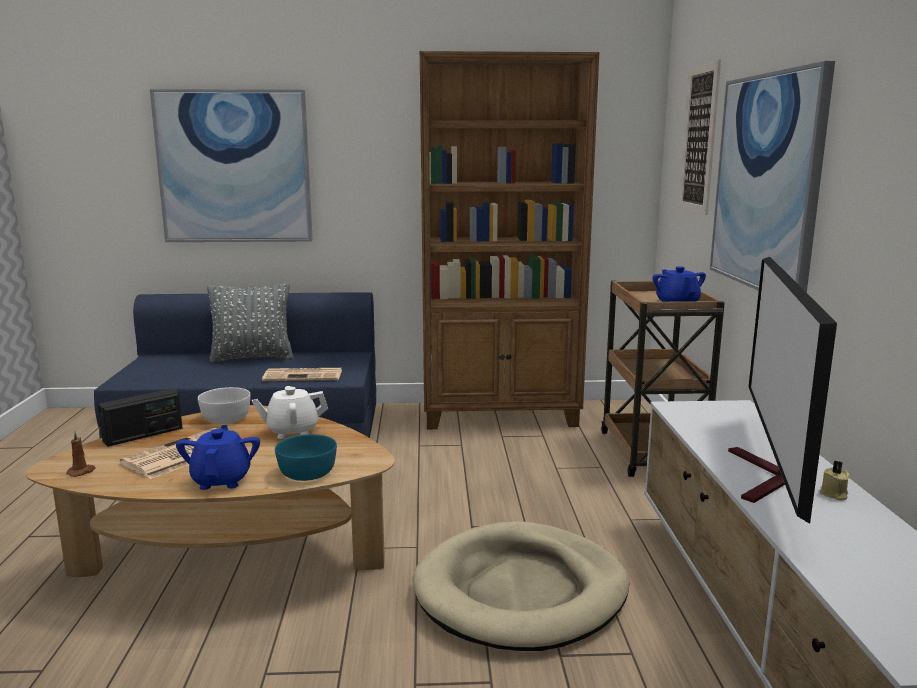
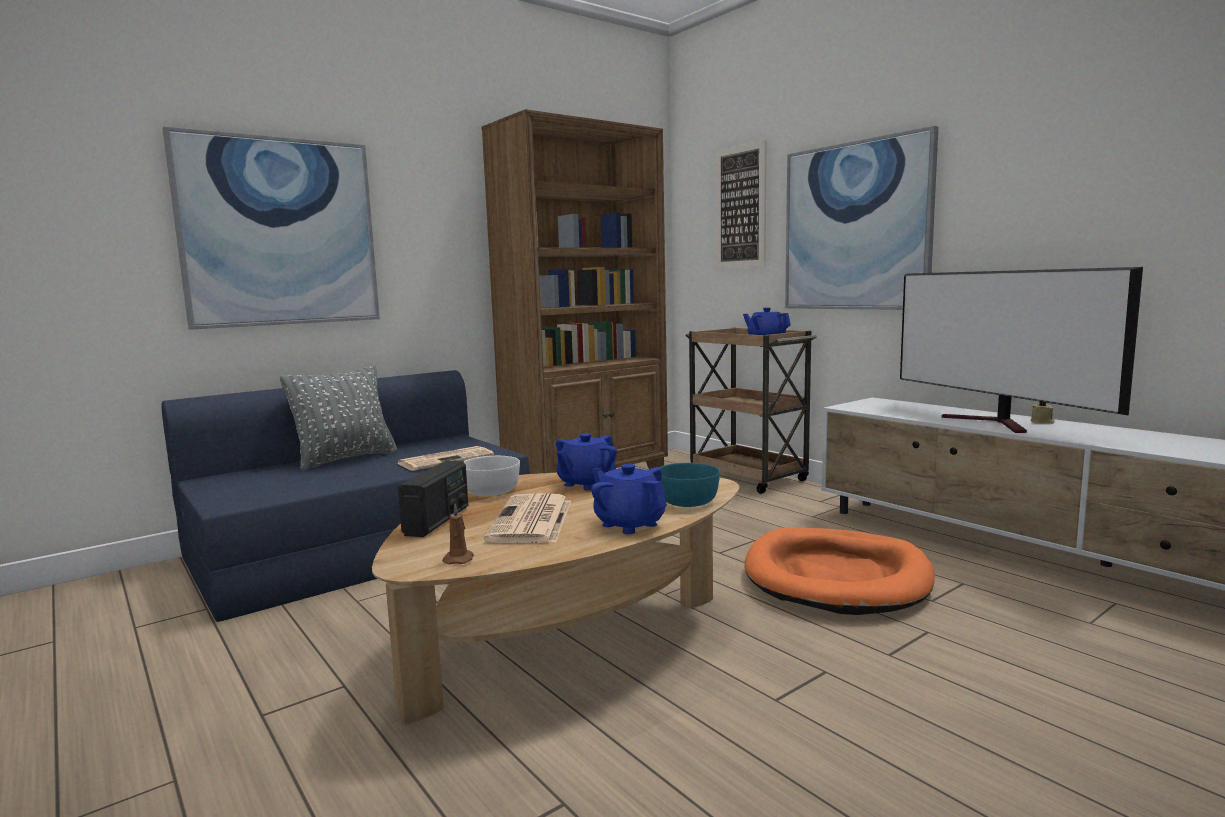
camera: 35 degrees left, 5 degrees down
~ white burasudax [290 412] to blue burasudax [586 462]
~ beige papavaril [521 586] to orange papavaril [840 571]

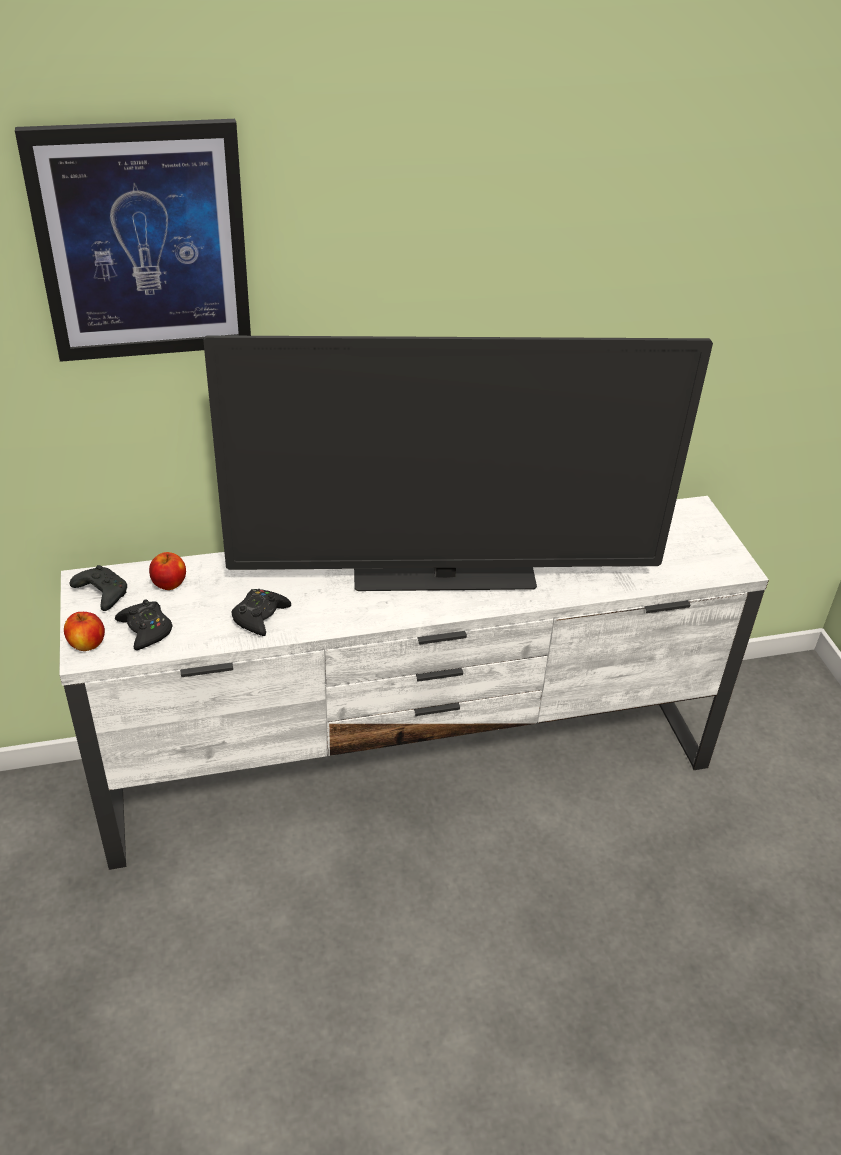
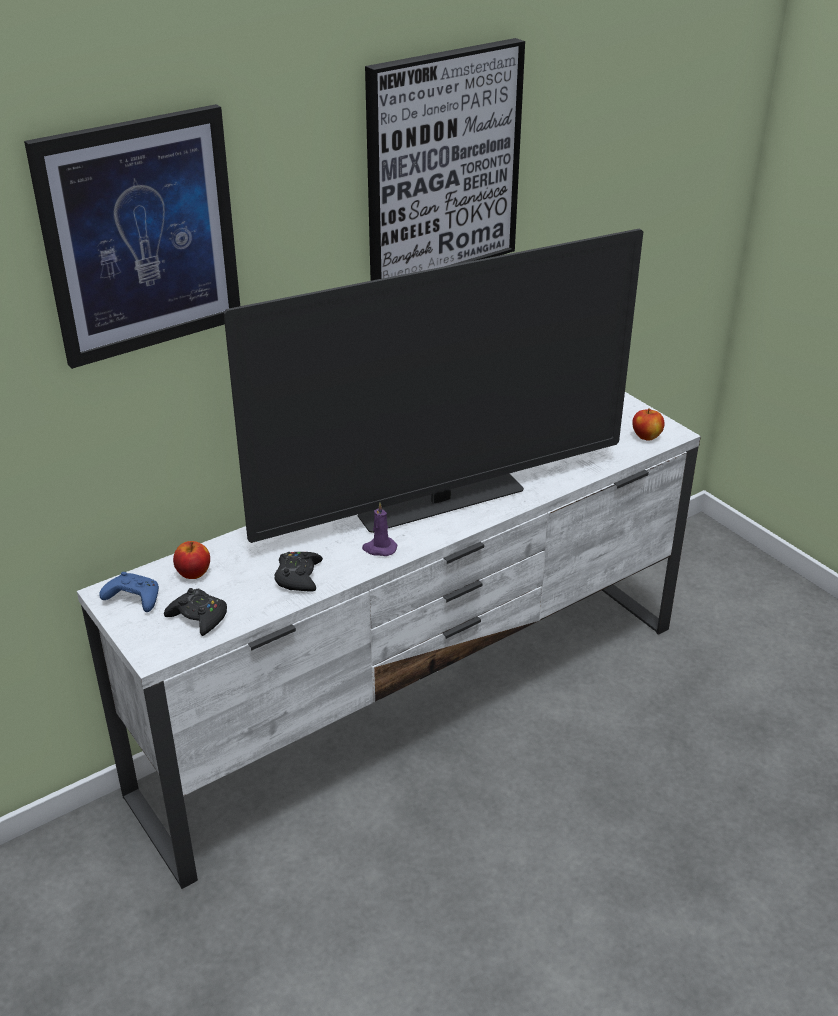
camera: 20 degrees left, 5 degrees down
~ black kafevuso [98 588] to blue kafevuso [129 592]
+ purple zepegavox [379 529]
+ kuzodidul [445 159]
~ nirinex [84 631] to [648 424]

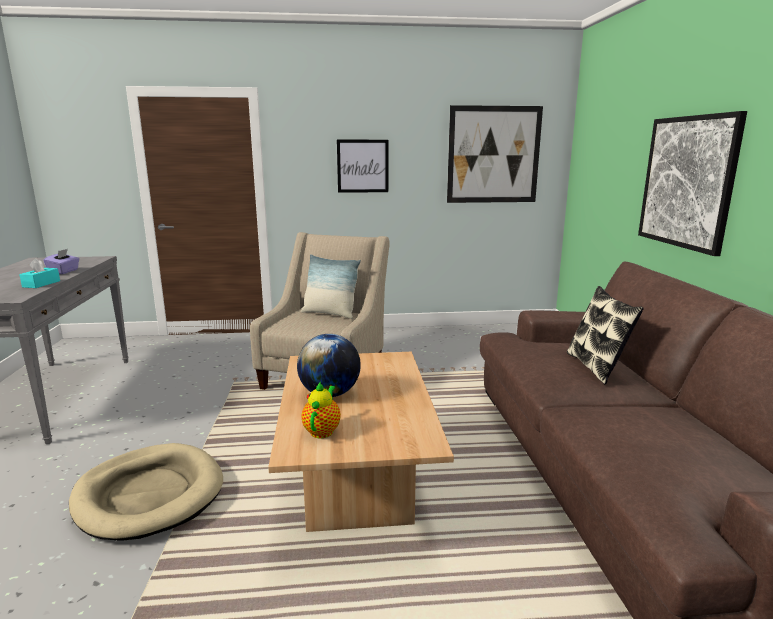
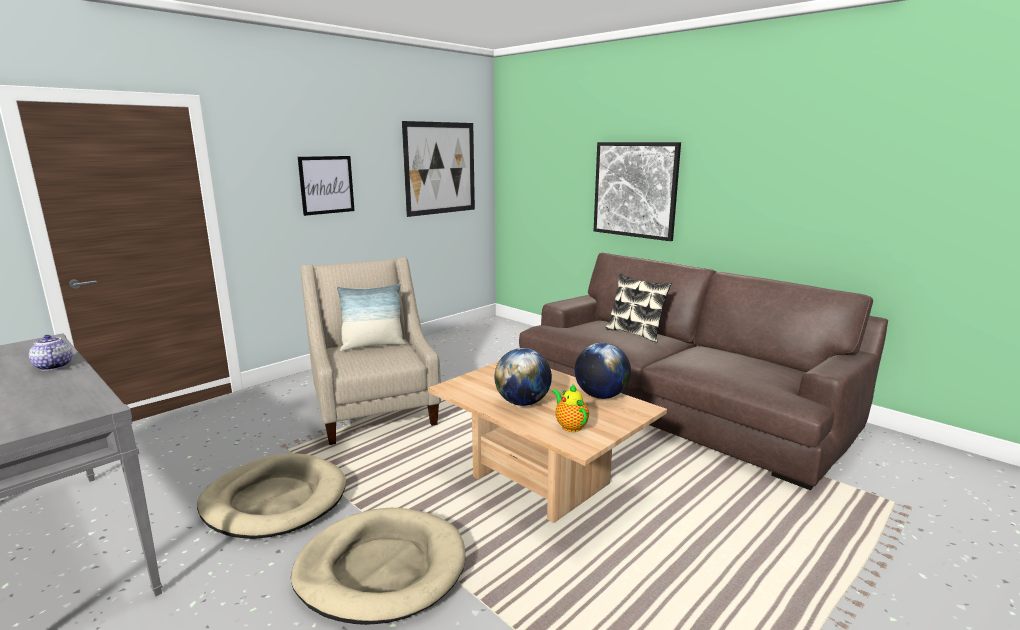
camera: 40 degrees left, 0 degrees up
~ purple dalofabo [61 261] to burasudax [51 353]
+ beige papavaril [271 496]
+ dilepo [603 371]
- turquoise dalofabo [39 273]

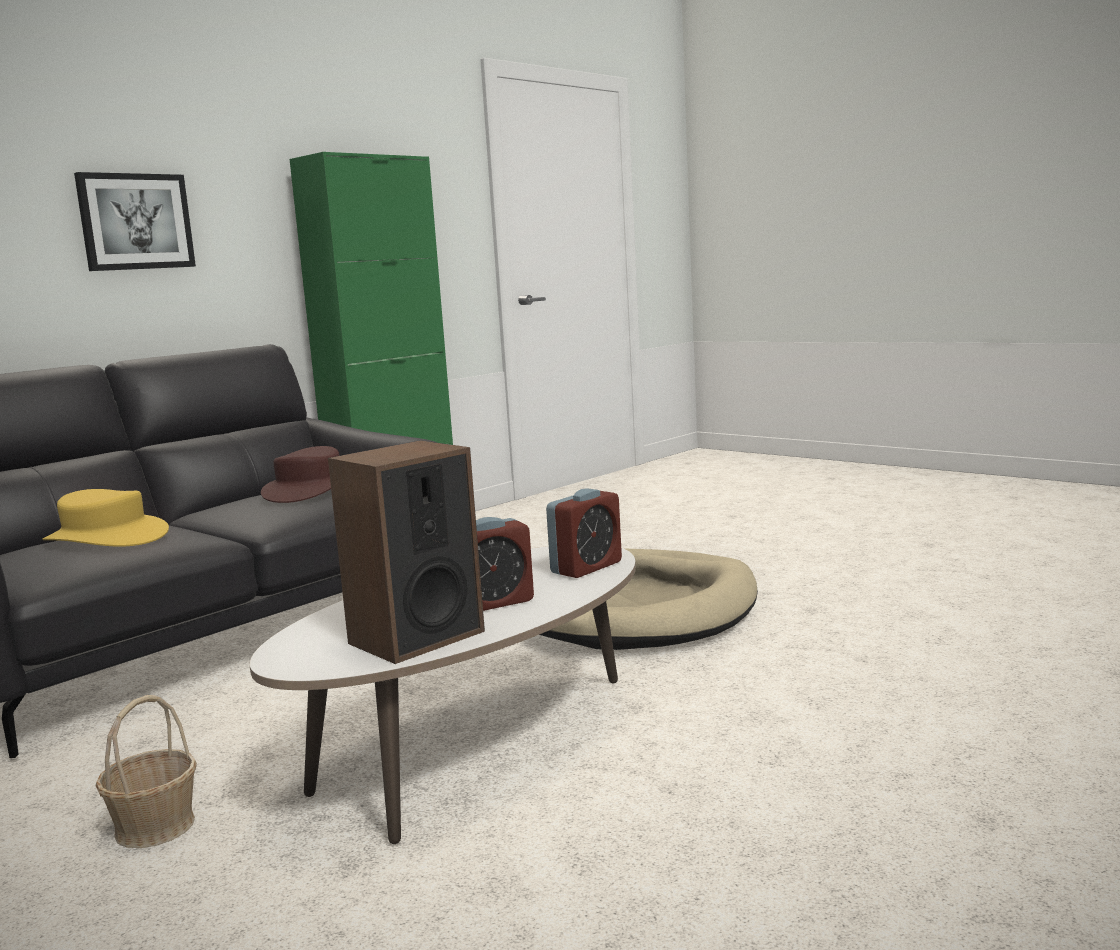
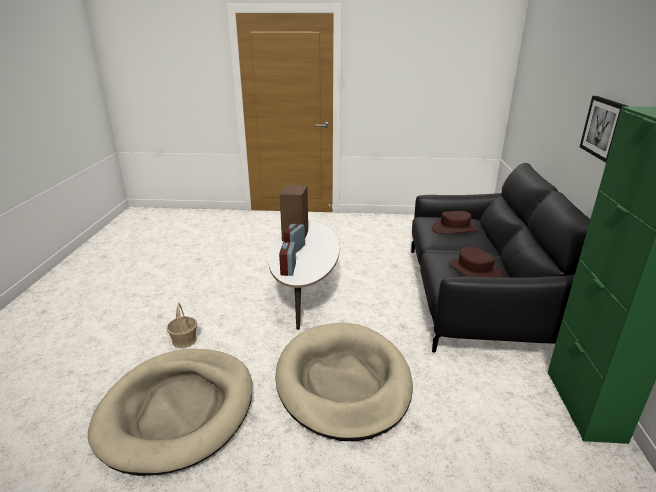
camera: 140 degrees right, 15 degrees up
+ beige papavaril [170 412]
~ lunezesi [146 771] to [181 325]
~ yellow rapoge [105 518] to brown rapoge [454 222]

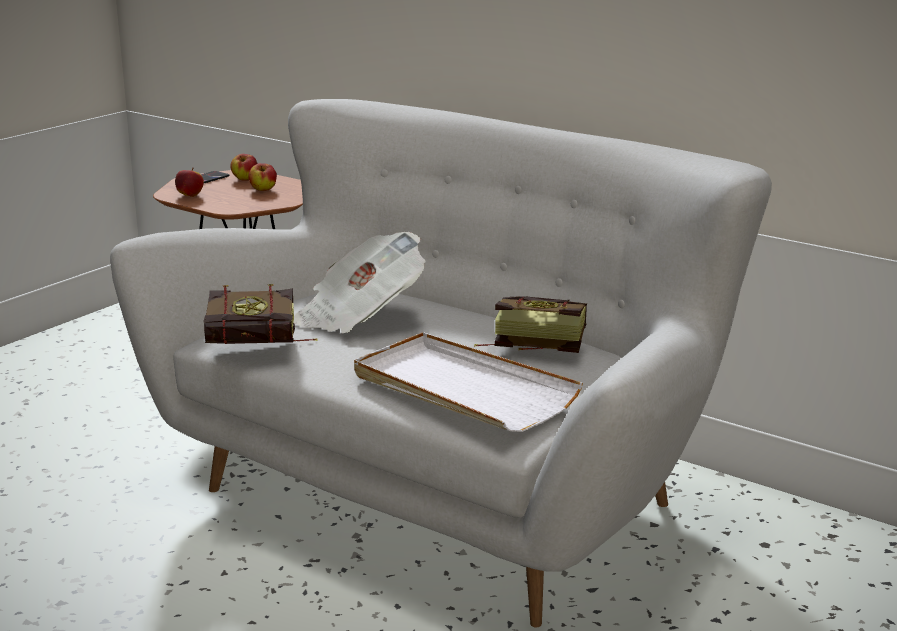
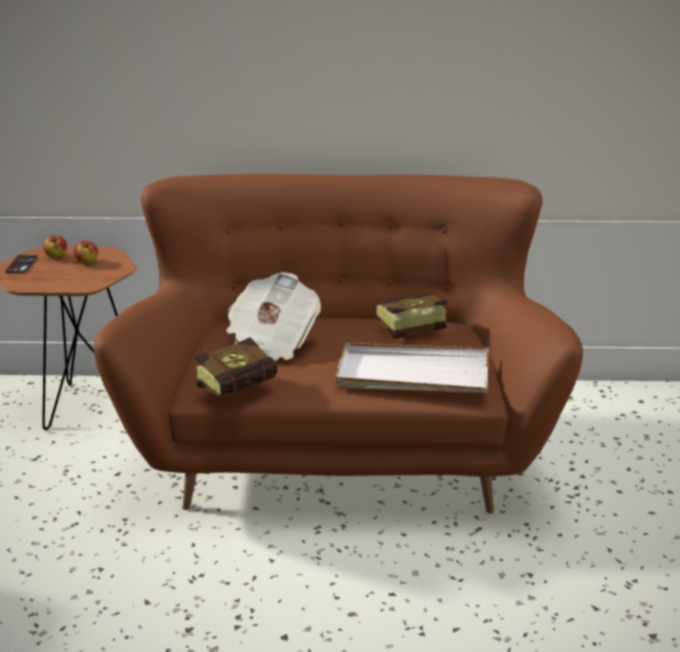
camera: 35 degrees left, 5 degrees up
~ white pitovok [441 363] to brown pitovok [338 344]
- nirinex [189 182]

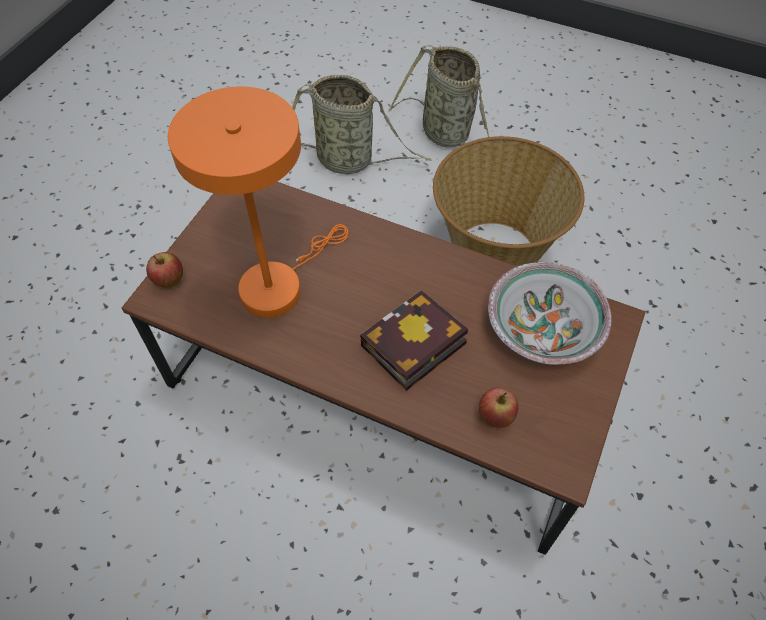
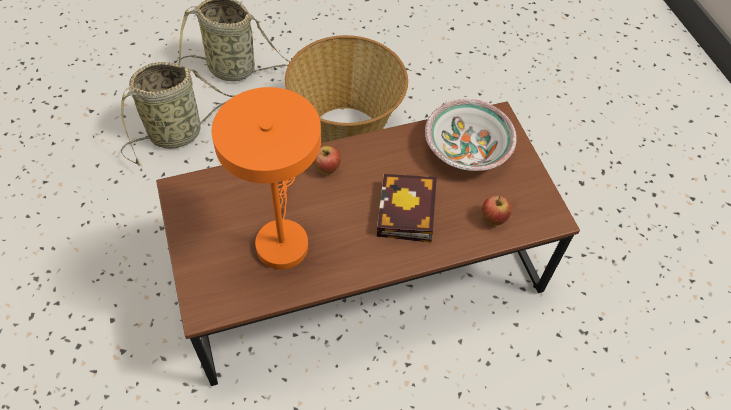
camera: 45 degrees left, 0 degrees up
~ nirinex [164 270] to [327 160]

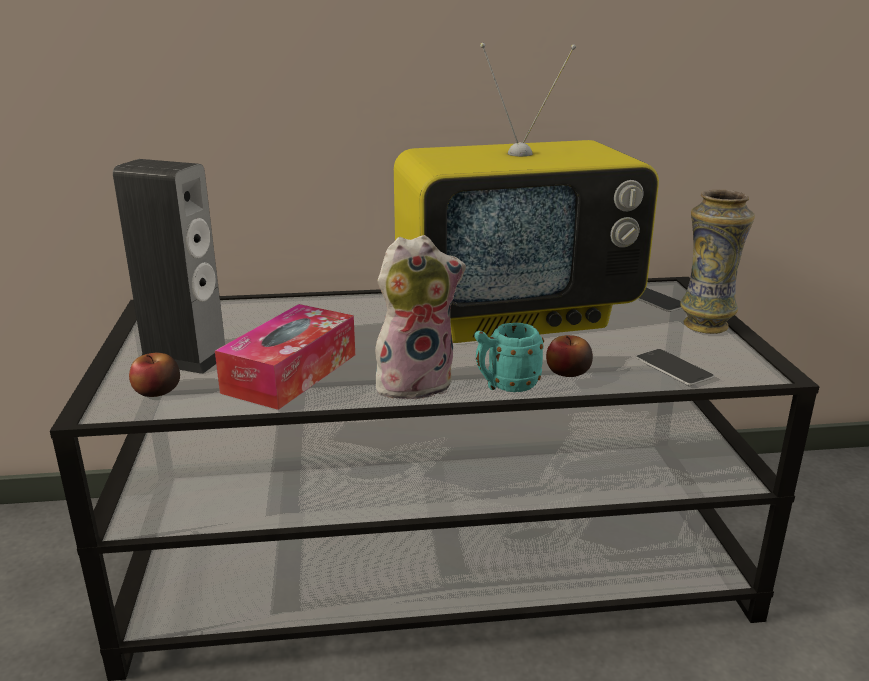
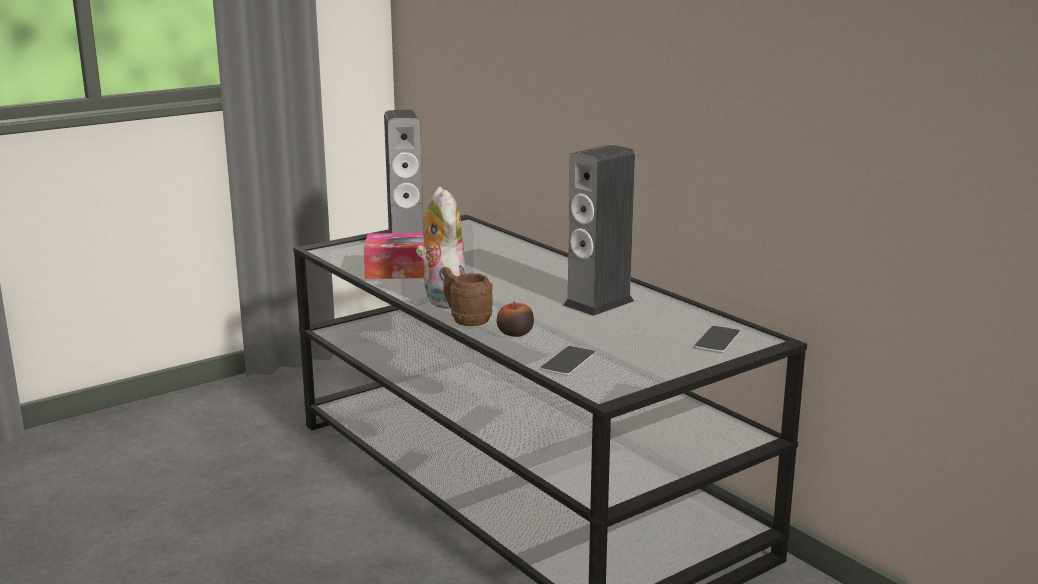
camera: 60 degrees right, 5 degrees down
~ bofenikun [420 317] = [442 248] 150 degrees counterclockwise
~ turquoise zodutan [509 357] to brown zodutan [467 296]
~ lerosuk [526 193] to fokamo [599 230]
- nirinex [154 375]
- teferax [717 262]

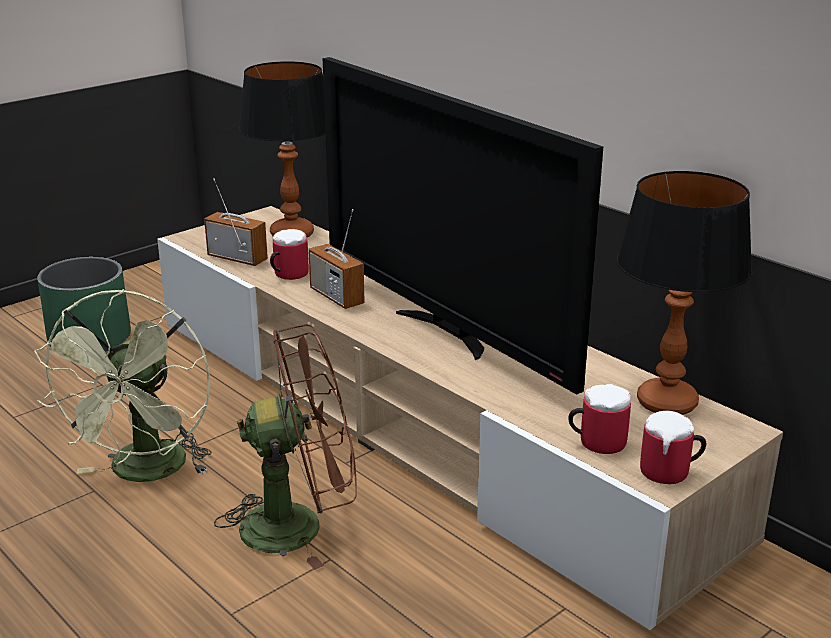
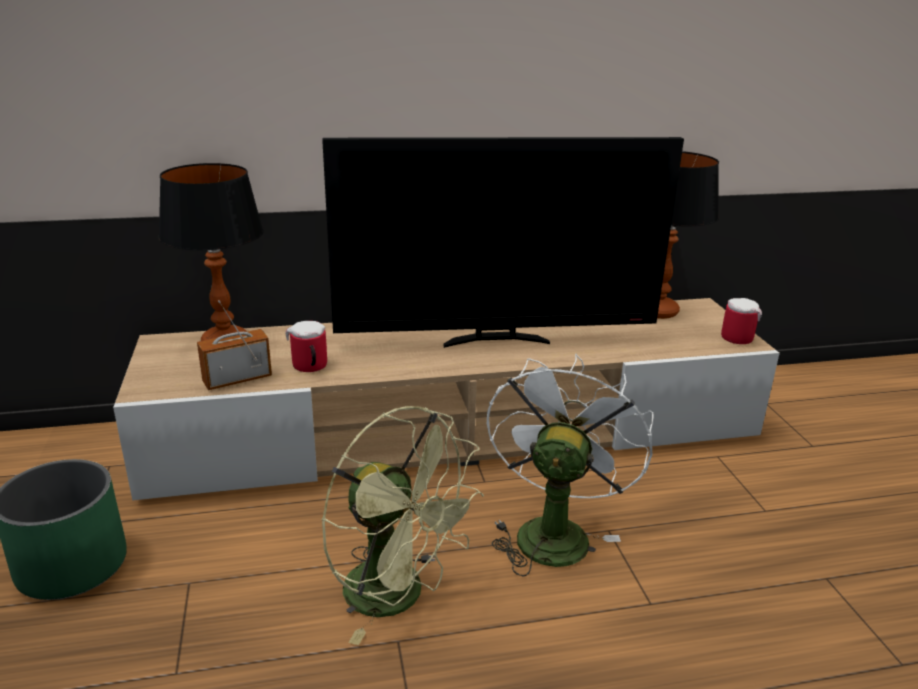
camera: 60 degrees left, 0 degrees up
~ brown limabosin [285 447] to white limabosin [570 465]
- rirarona [336 259]
- zodutan [599 419]

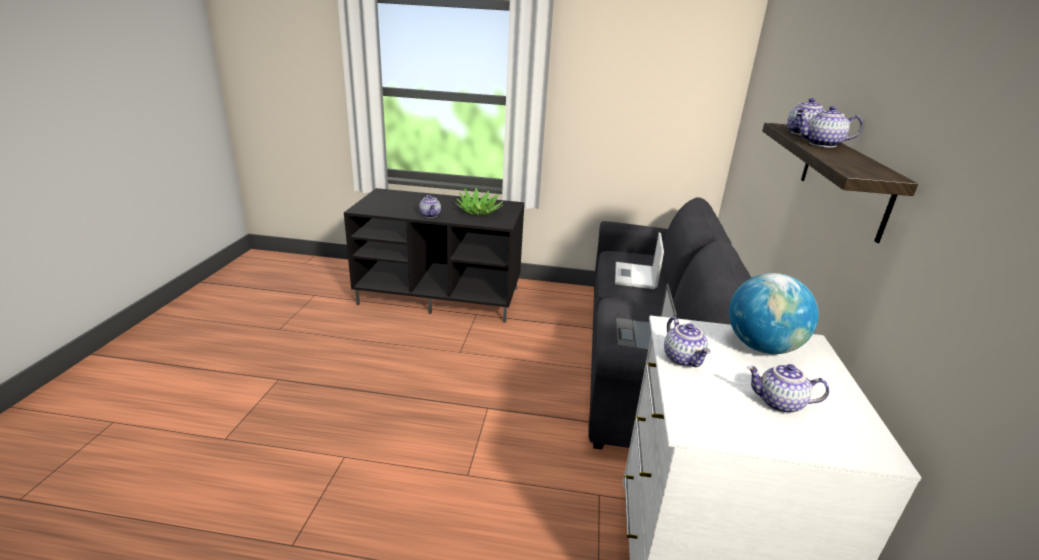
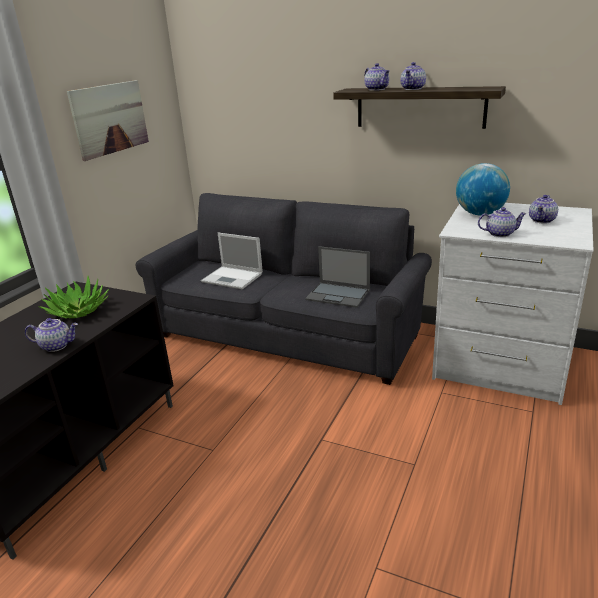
camera: 70 degrees left, 0 degrees up
+ kuzodidul [108 120]

